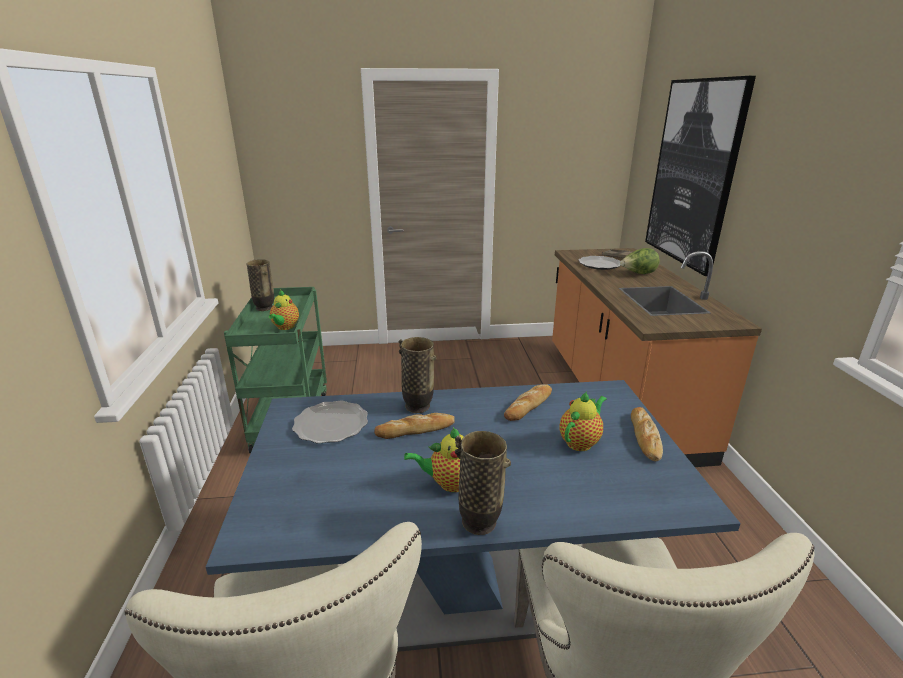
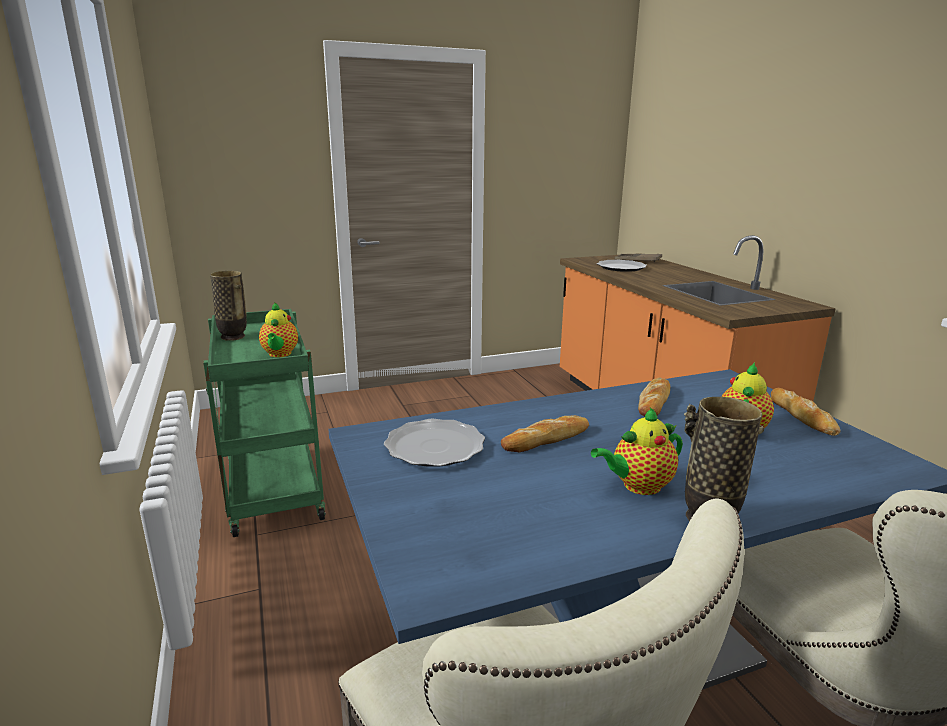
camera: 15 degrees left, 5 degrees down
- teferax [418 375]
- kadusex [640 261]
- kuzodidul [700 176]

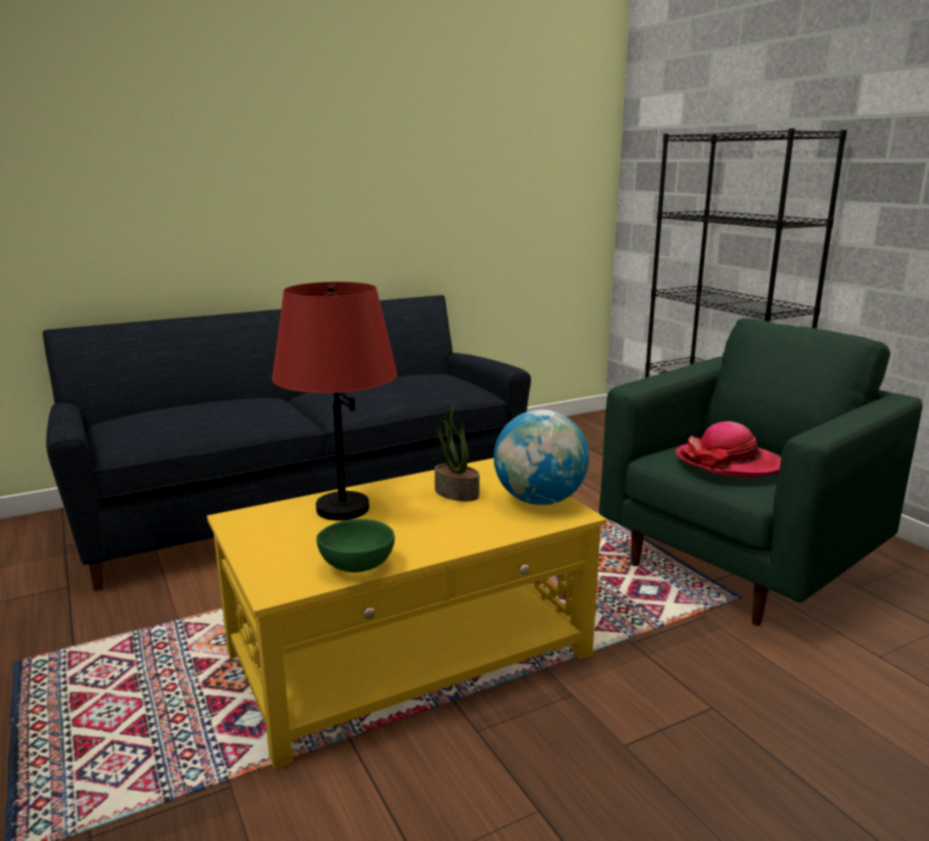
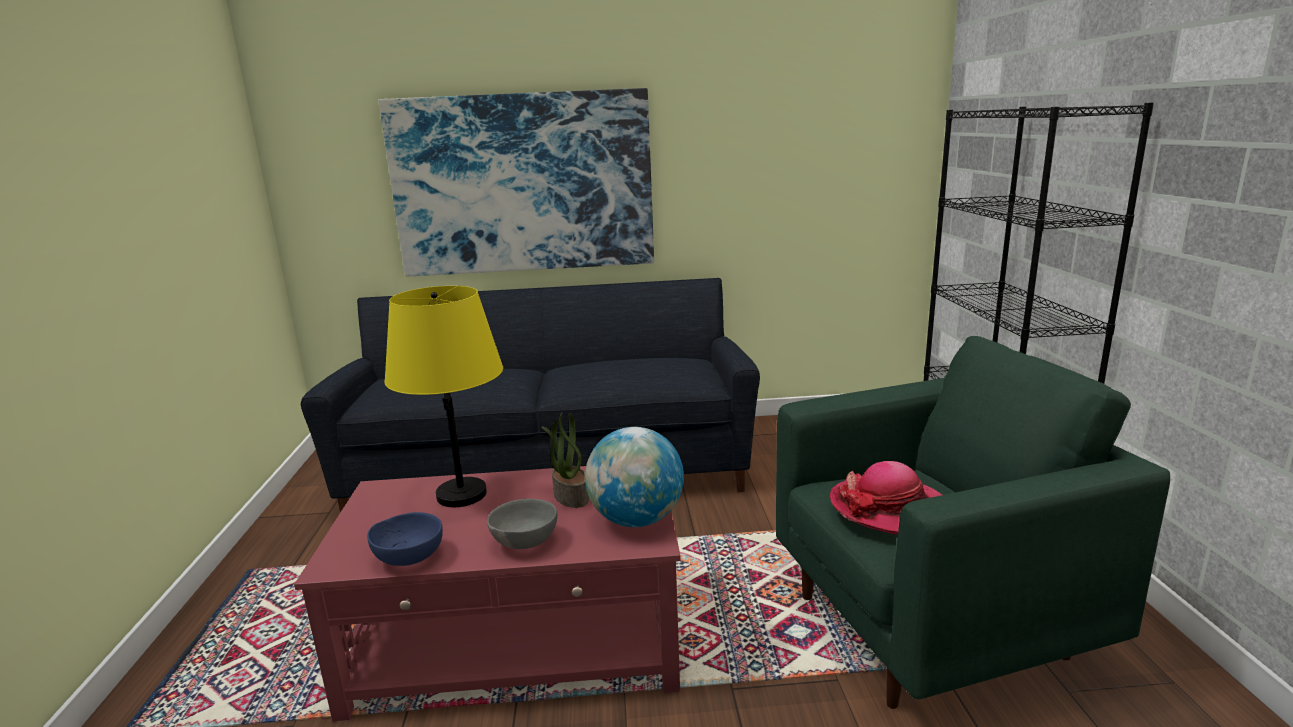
camera: 25 degrees right, 0 degrees up
~ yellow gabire [407 613] to red gabire [487 593]
~ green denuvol [355 545] to blue denuvol [405 539]
+ kuzodidul [516 182]
~ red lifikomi [334 401] to yellow lifikomi [444 396]
+ grey denuvol [522 524]

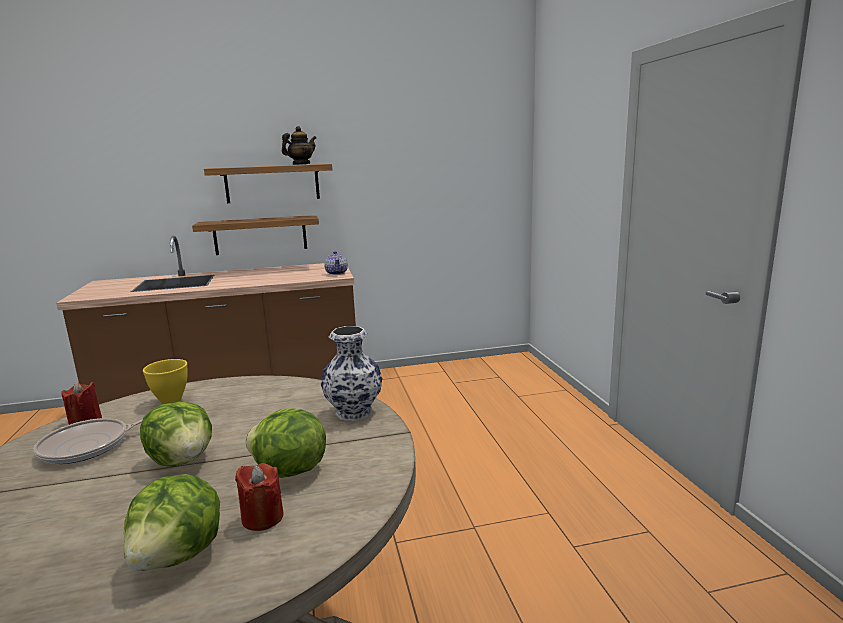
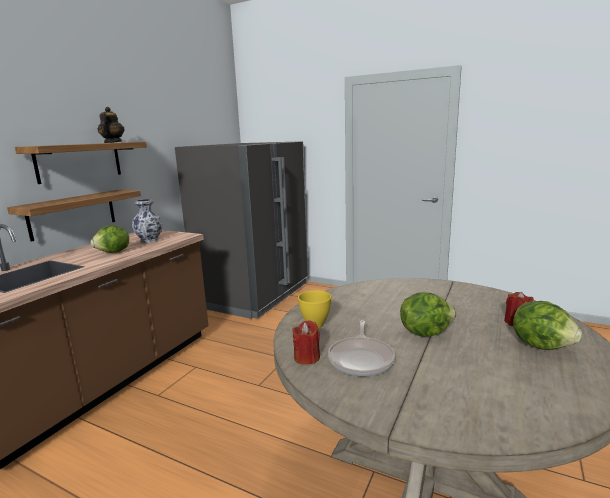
camera: 50 degrees left, 0 degrees up
~ kadusex [285 443] to [110 239]
~ teferax [351 373] to [147 221]
+ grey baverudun [241 230]
- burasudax [336 263]

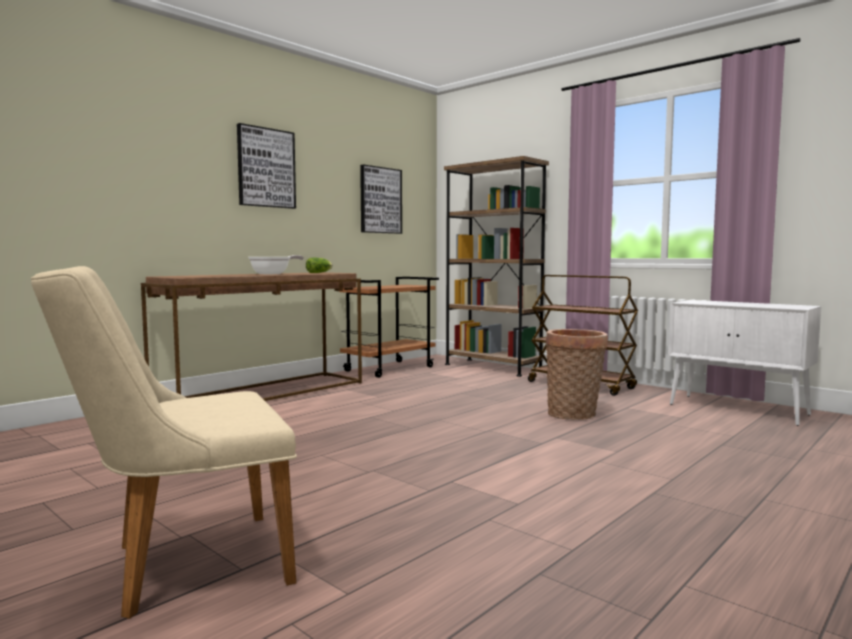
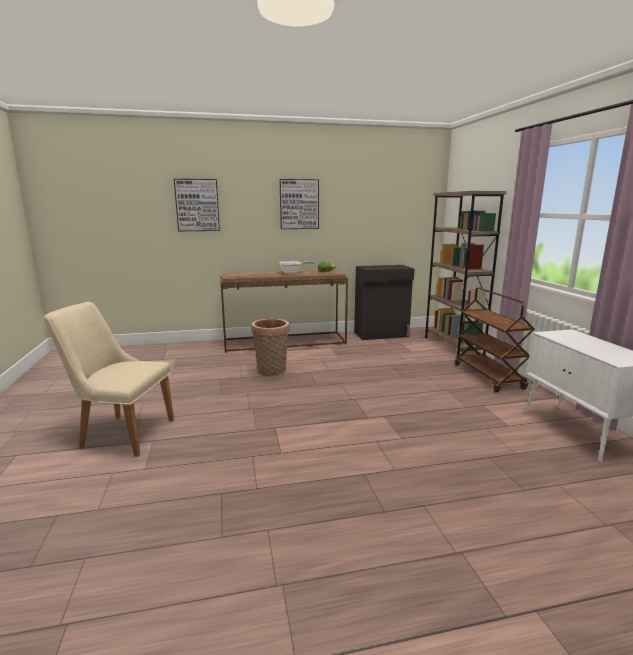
camera: 35 degrees right, 10 degrees up
~ kuzodidul [381 199] to [197 205]
~ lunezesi [577 374] to [270 347]
~ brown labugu [389 327] to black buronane [384 302]

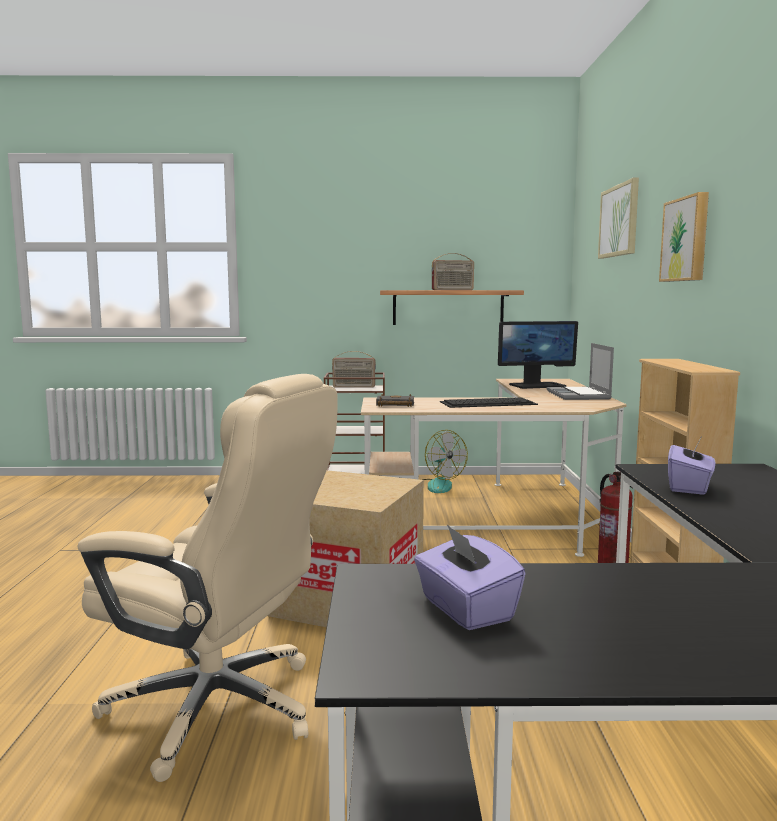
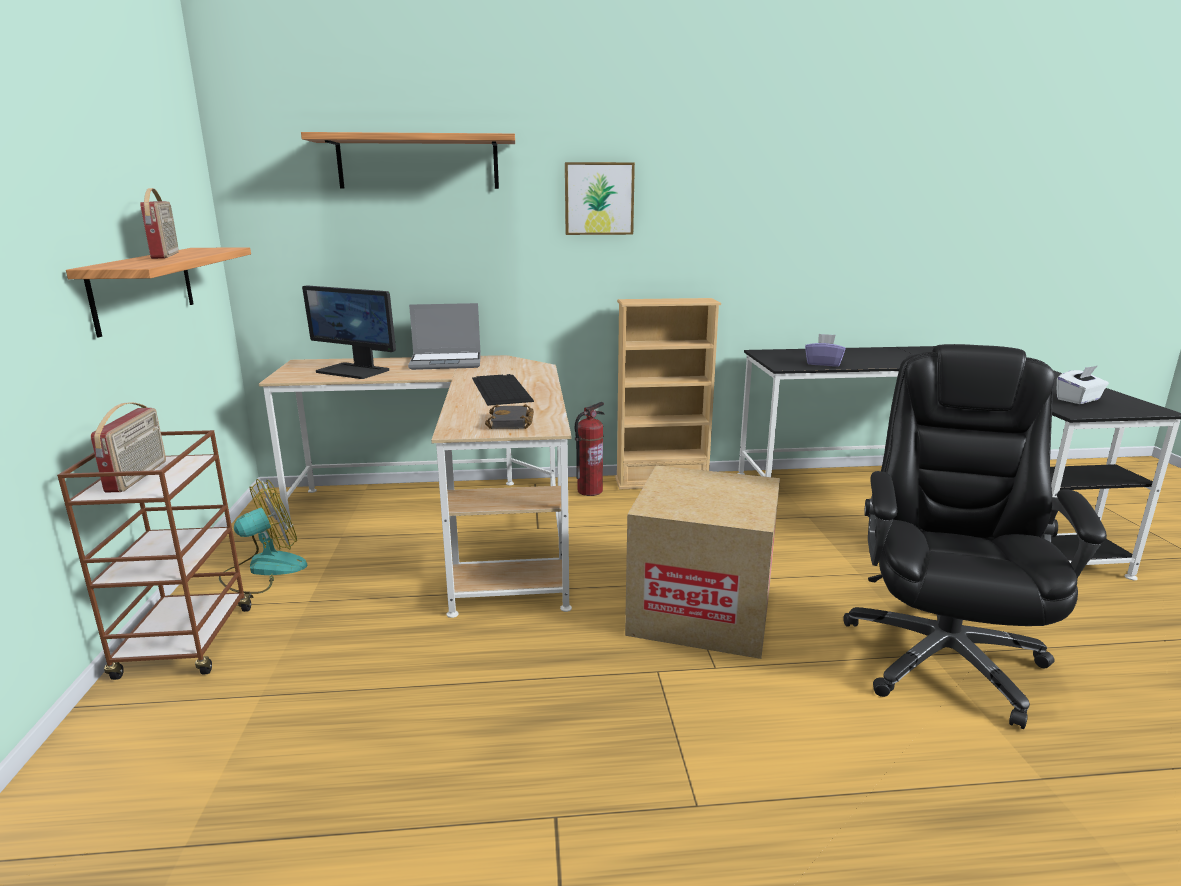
camera: 95 degrees left, 10 degrees up
~ kuzodidul [618 218] to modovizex [408 160]
~ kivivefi [538 355] = [349 332] 135 degrees clockwise
~ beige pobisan [207 578] to black pobisan [975 536]
~ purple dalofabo [470 577] to white dalofabo [1083 385]

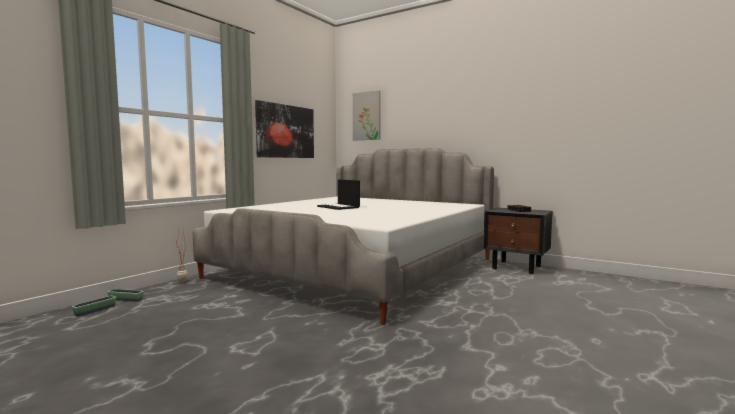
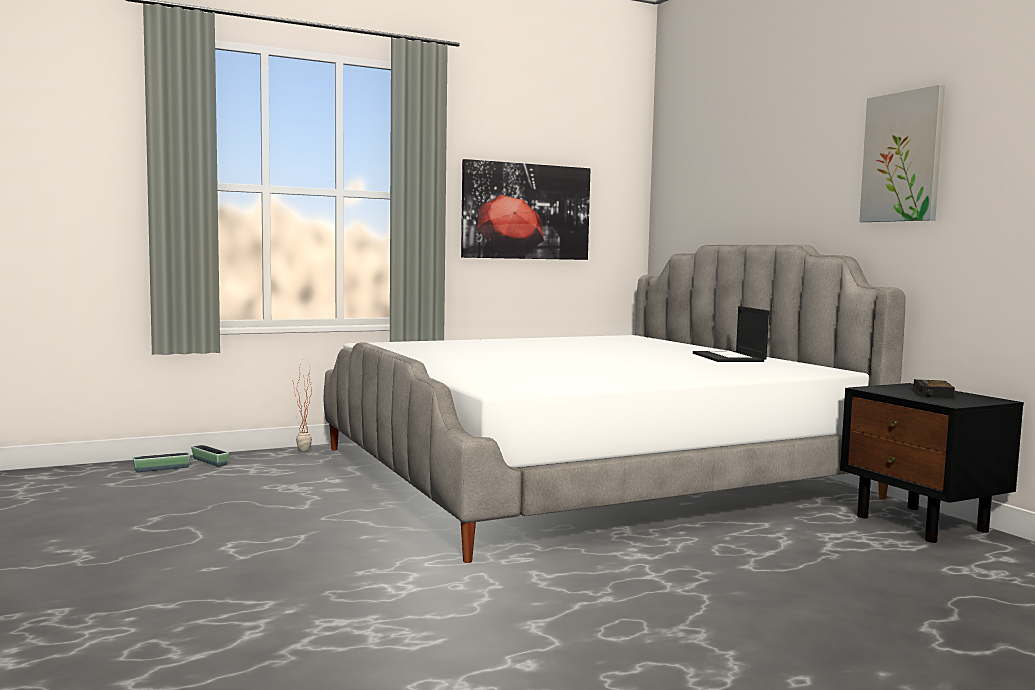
camera: 30 degrees right, 0 degrees up
~ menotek [338 194] to [731 334]
~ kuzodidul [367 115] to [902 153]

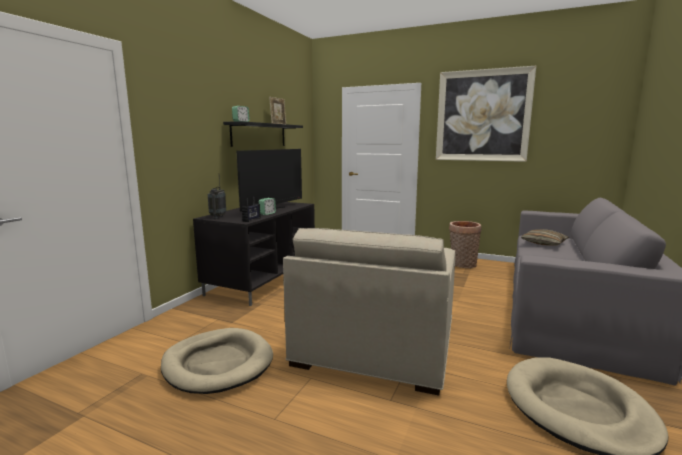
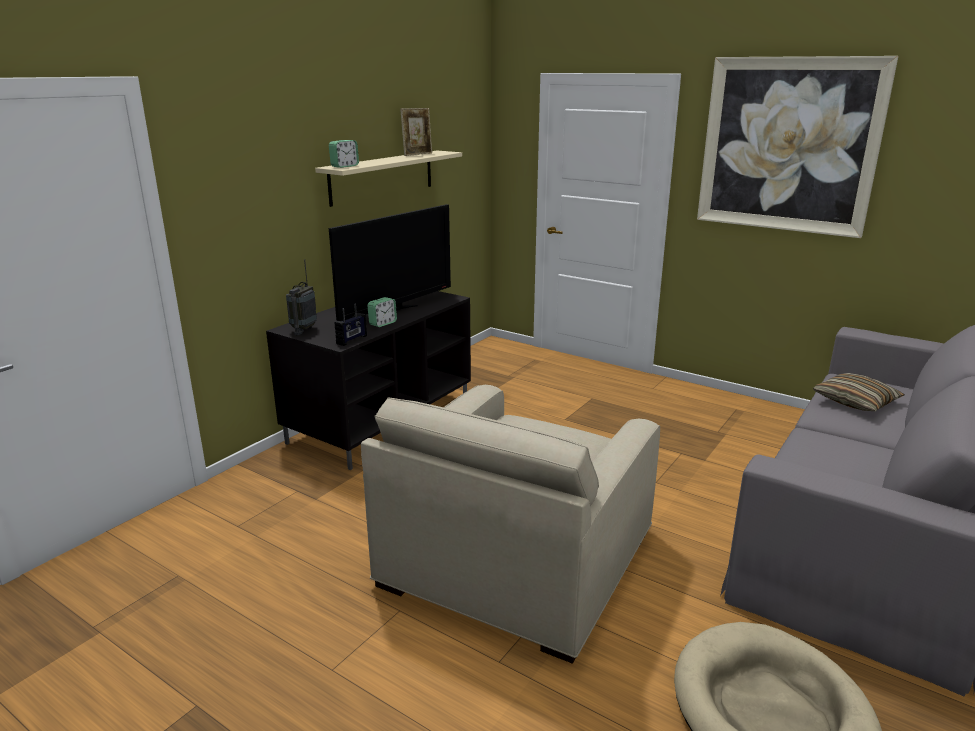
camera: 10 degrees right, 10 degrees up
~ black modovizex [263 134] to beige modovizex [388 179]
- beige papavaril [217 361]
- lunezesi [465 244]

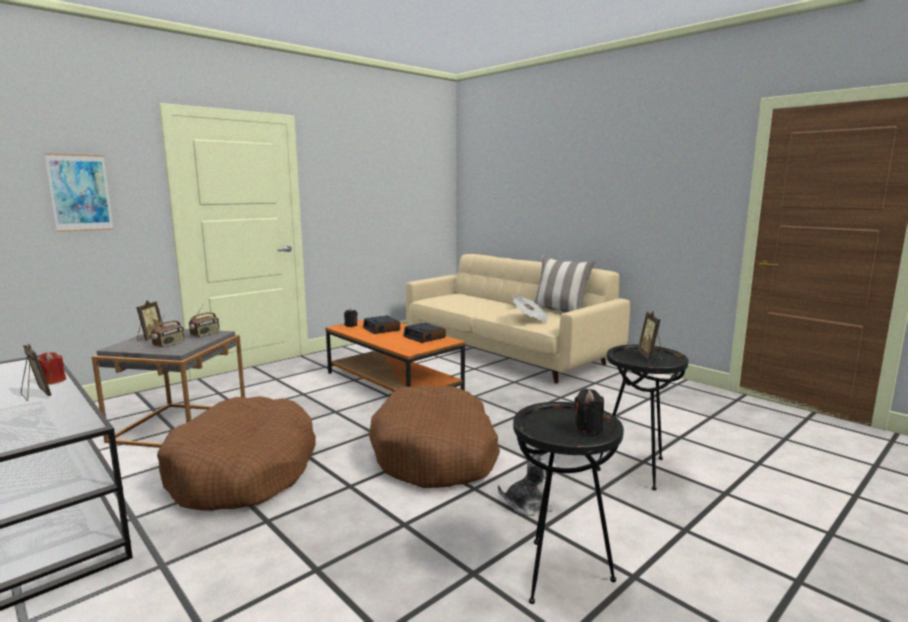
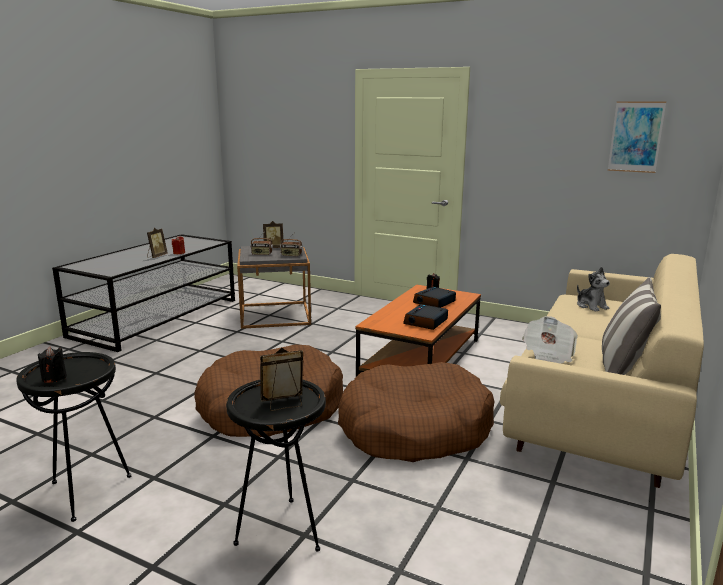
camera: 70 degrees right, 5 degrees up
~ brown papavaril [236 453] to [416 412]
~ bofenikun [527 482] to [593 289]
~ kuzodidul [79 192] to [637 137]

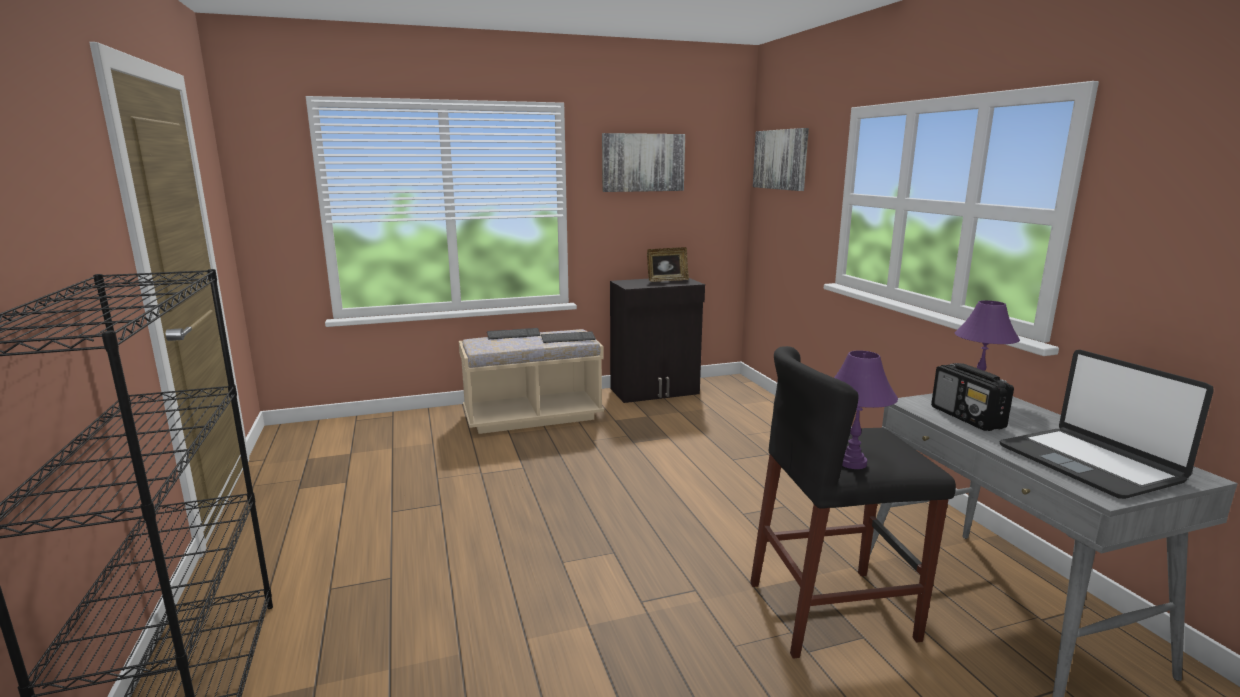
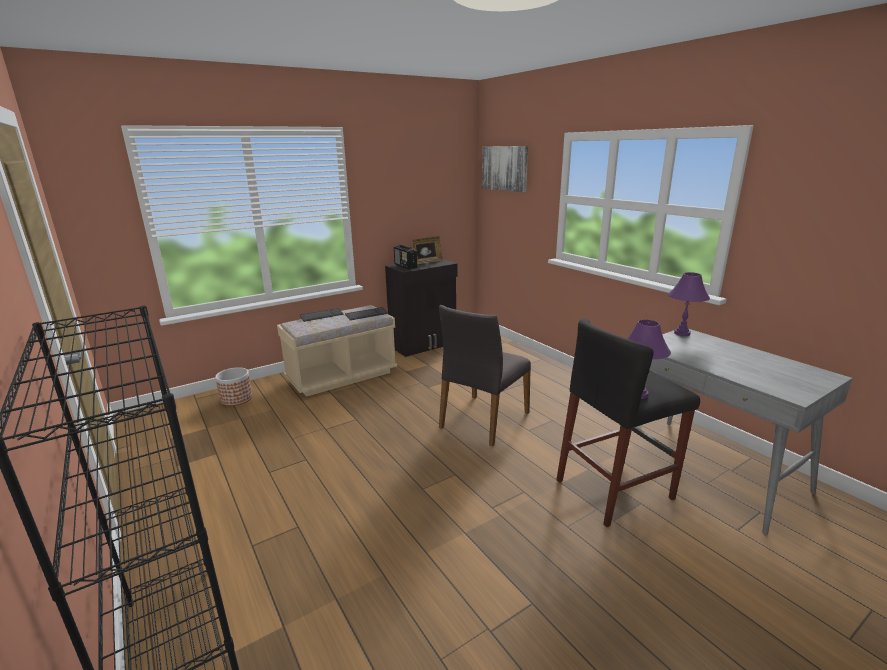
camera: 15 degrees left, 5 degrees up
+ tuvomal [234 386]
~ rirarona [972 397] to [405 257]
+ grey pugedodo [485 375]
- kuzodidul [643 162]
- menotek [1106 424]

